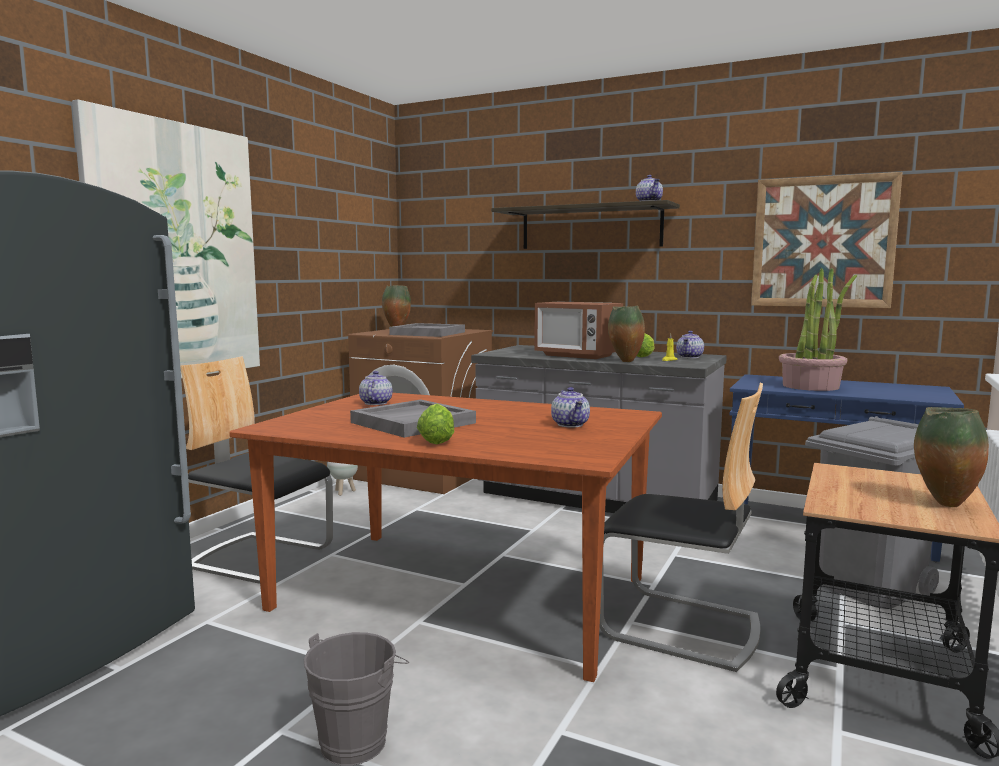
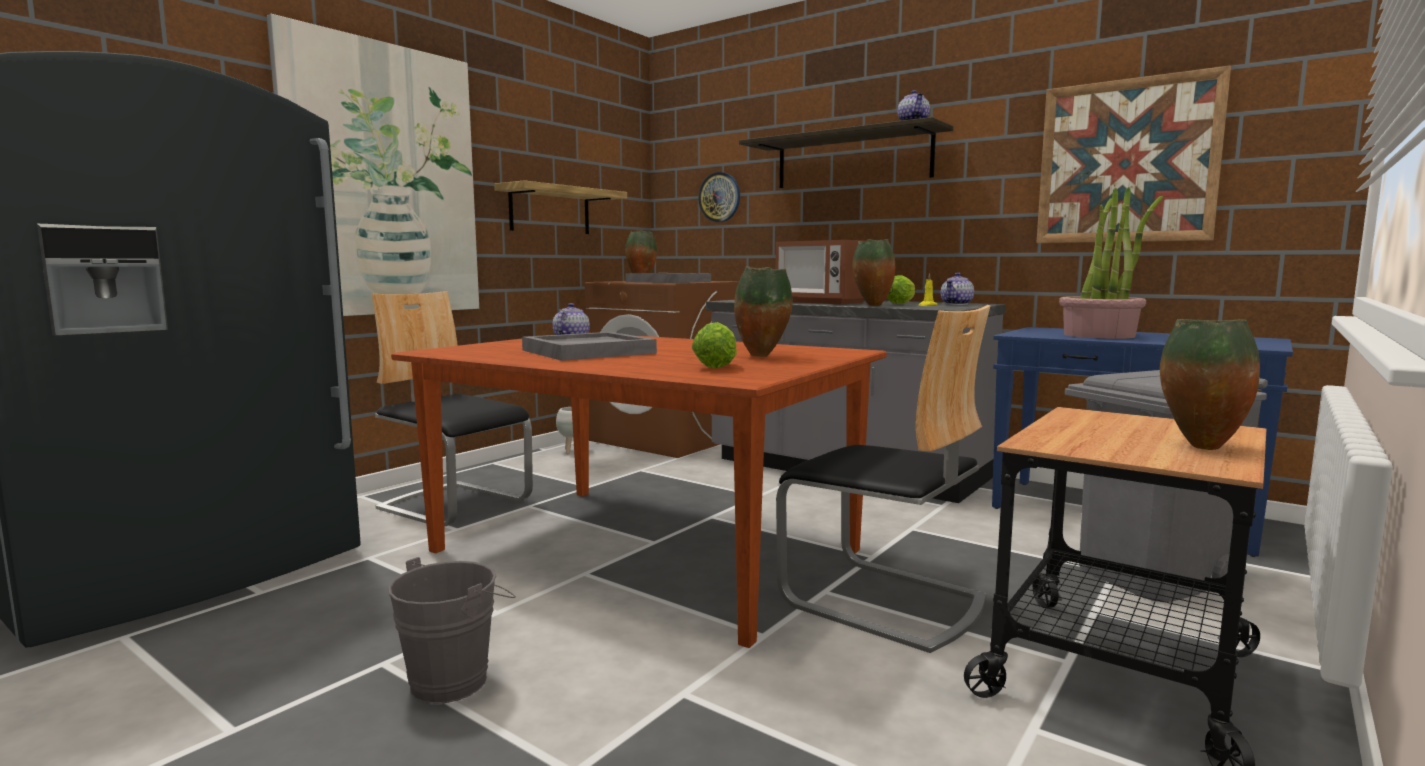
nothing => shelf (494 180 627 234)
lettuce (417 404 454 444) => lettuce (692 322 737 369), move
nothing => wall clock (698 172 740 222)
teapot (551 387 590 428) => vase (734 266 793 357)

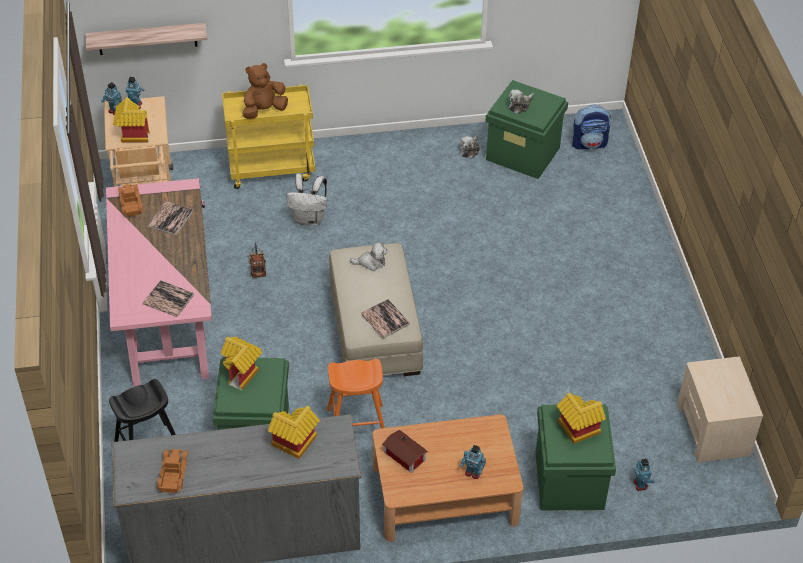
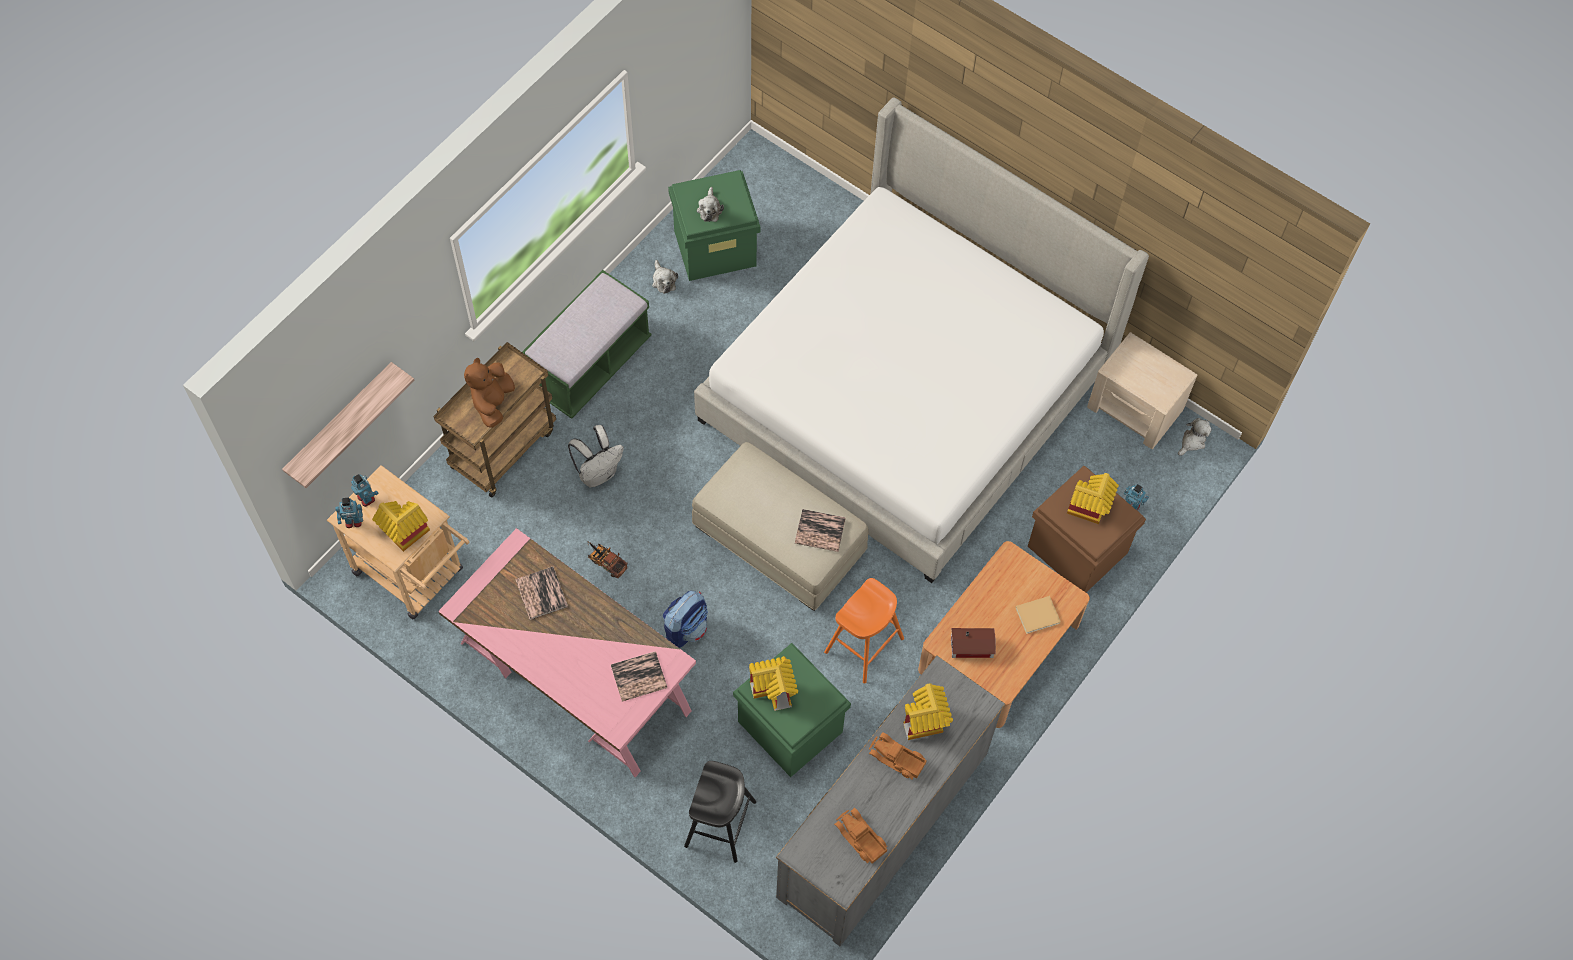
cart (yellow) (222 84 315 189) => cart (brown) (433 342 556 497)
nothing => bench (green) (522 270 651 419)
backpack (572 105 611 149) => backpack (663 591 708 648), move
nothing => bed (694 97 1149 583)
toy truck (118 184 143 217) => toy truck (869 732 927 780), move
toy robot (460 445 486 479) => book (beige) (1015 596 1061 634)
storage box (green) (535 404 616 510) => storage box (brown) (1028 466 1146 592)
plush toy (350 242 388 271) => plush toy (1178 418 1211 456), move

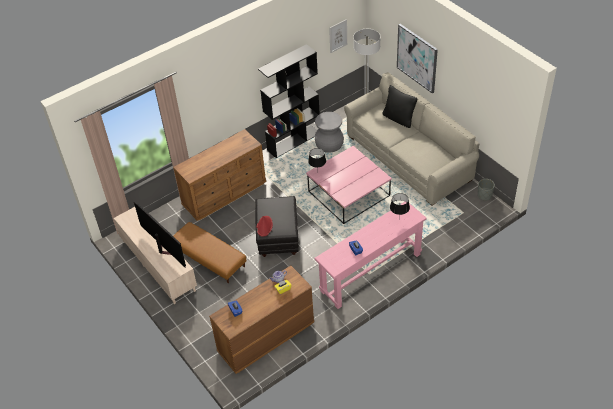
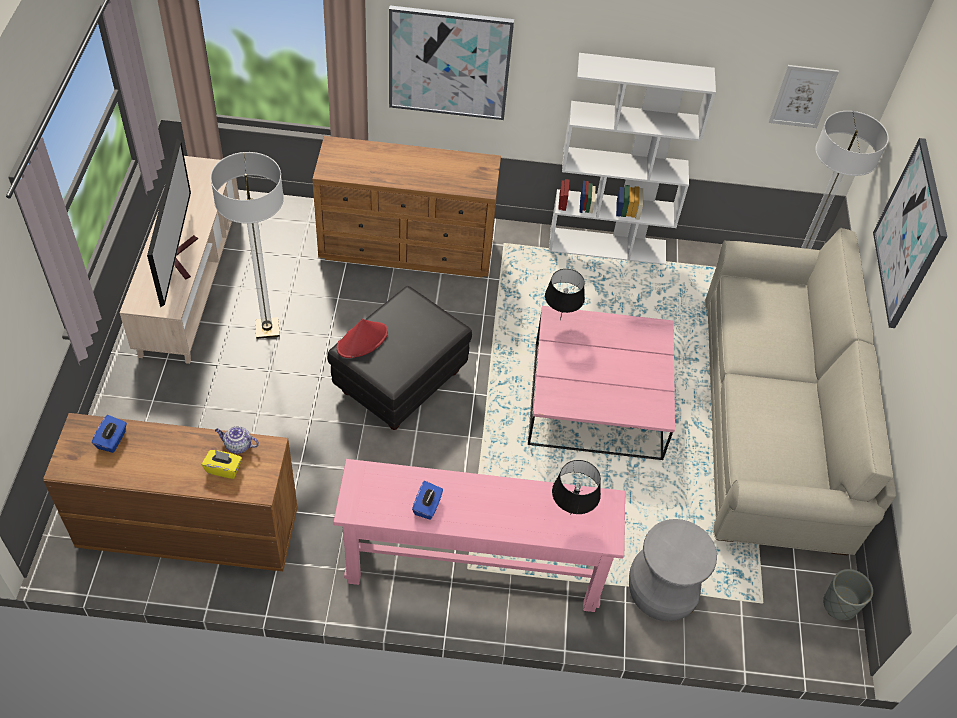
ottoman (brown) (173 222 247 283) => floor lamp (210 152 284 339)
nothing => picture (389 5 514 120)
bookcase (black) (258 44 320 158) => bookcase (white) (549 53 716 265)
stool (grey) (315 112 344 153) => stool (grey) (629 519 717 621), move
pillow (black) (382 85 418 128) => nothing

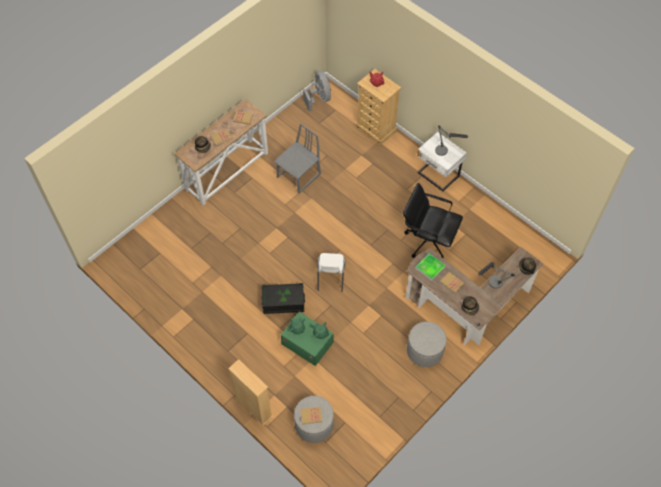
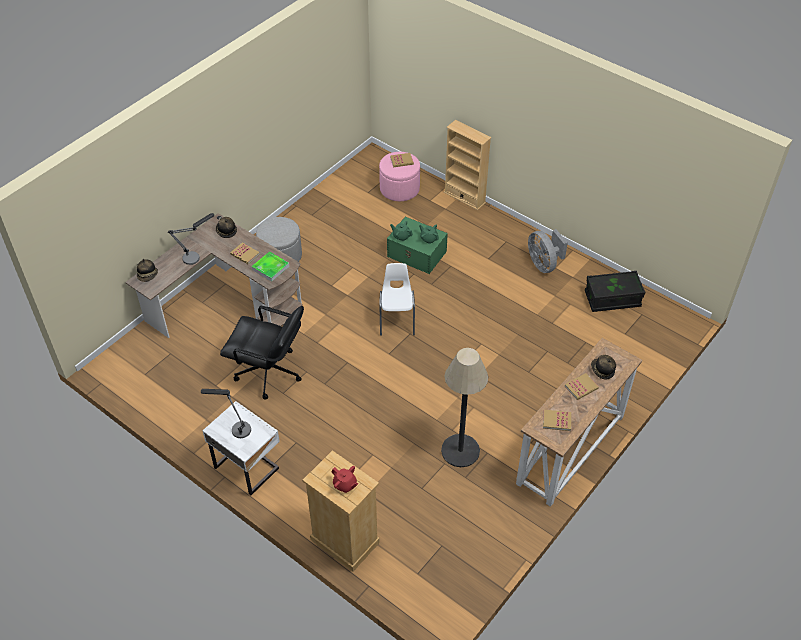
ottoman (grey) (294 396 334 443) => ottoman (pink) (379 152 420 201)
chair (grey) (274 123 321 194) => floor lamp (441 348 488 467)
fan (grey) (303 71 331 112) => fan (grey) (528 229 568 273), move
storage box (black) (262 283 305 314) => storage box (black) (585 271 645 312), move

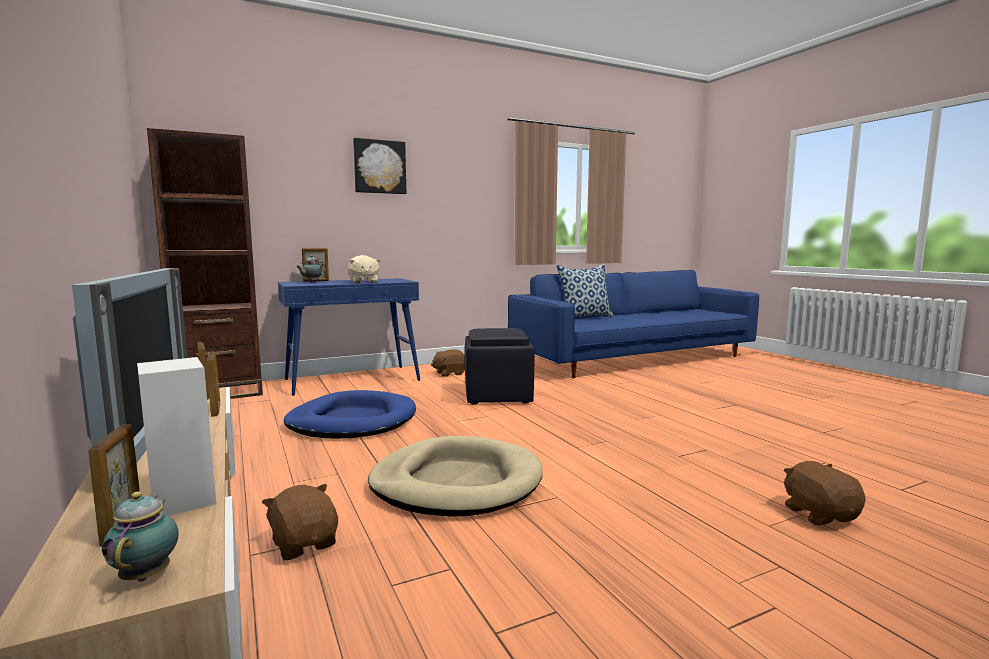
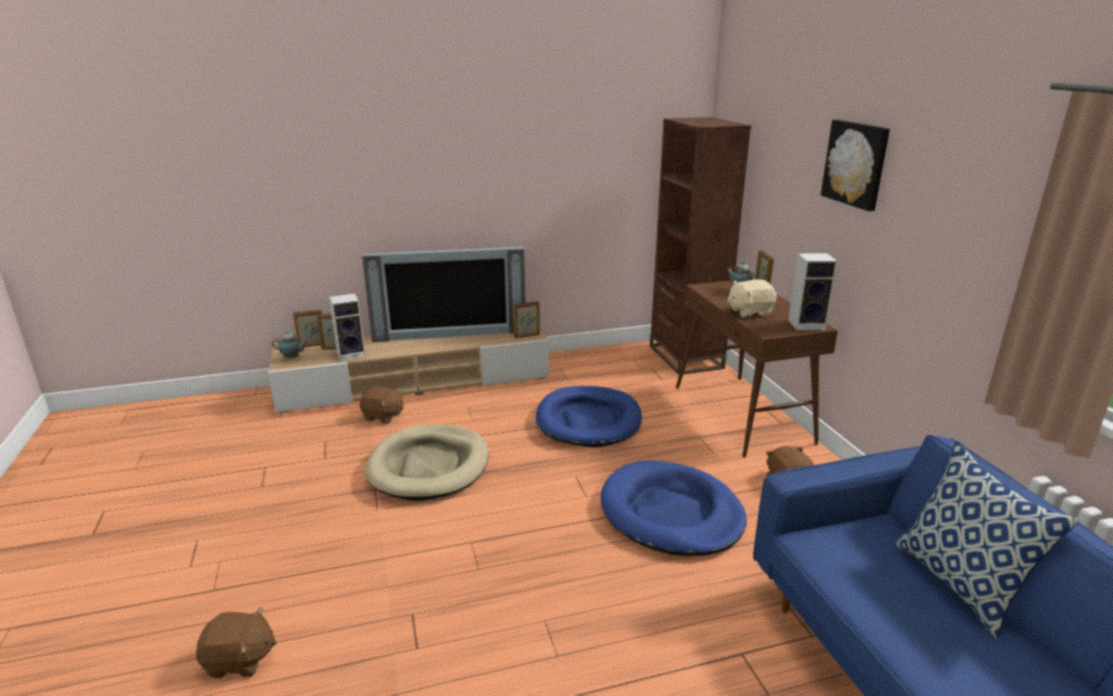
picture frame (206 352 220 417) => picture frame (293 310 323 347), move
plush toy (brown) (262 484 338 560) => plush toy (brown) (359 386 404 424), 45 degrees clockwise
ottoman (black) (465 328 535 405) => dog bed (blue) (601 461 747 556)
console table (blue) (278 278 420 396) => console table (brown) (676 281 838 458)
nothing => speaker (788 253 838 330)

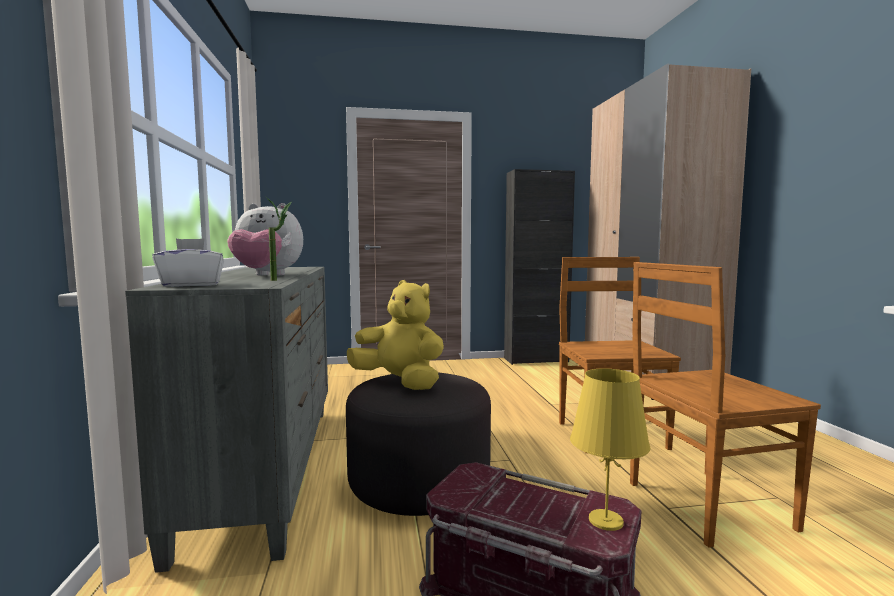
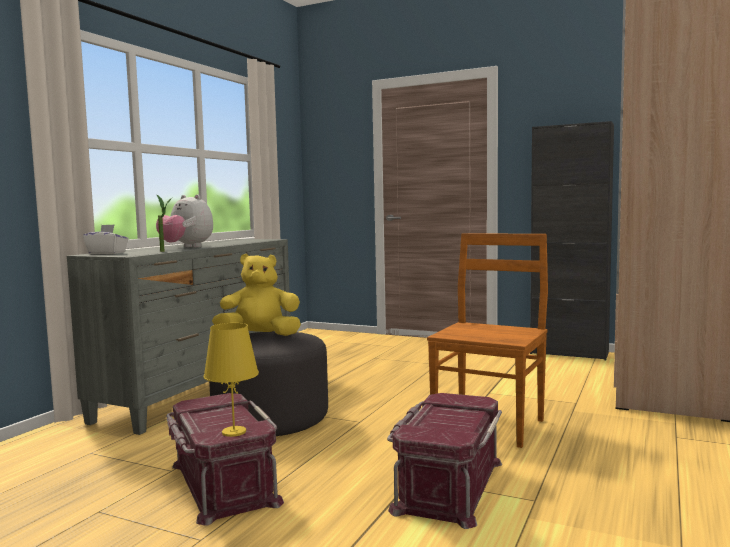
plush toy (yellow) (347 280 444 390) => plush toy (yellow) (212 254 301 336), 75 degrees counterclockwise
chair (brown) (630 262 821 548) => storage box (red) (387 393 502 529)

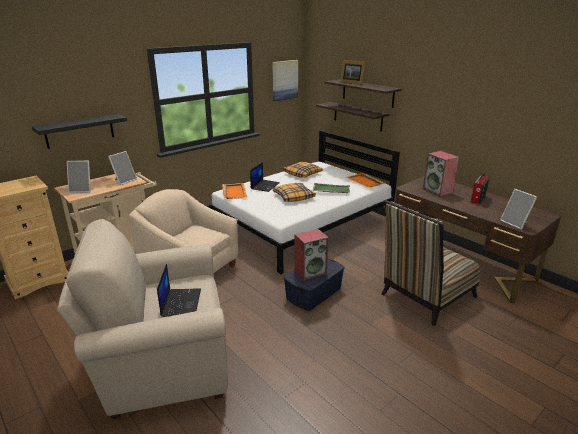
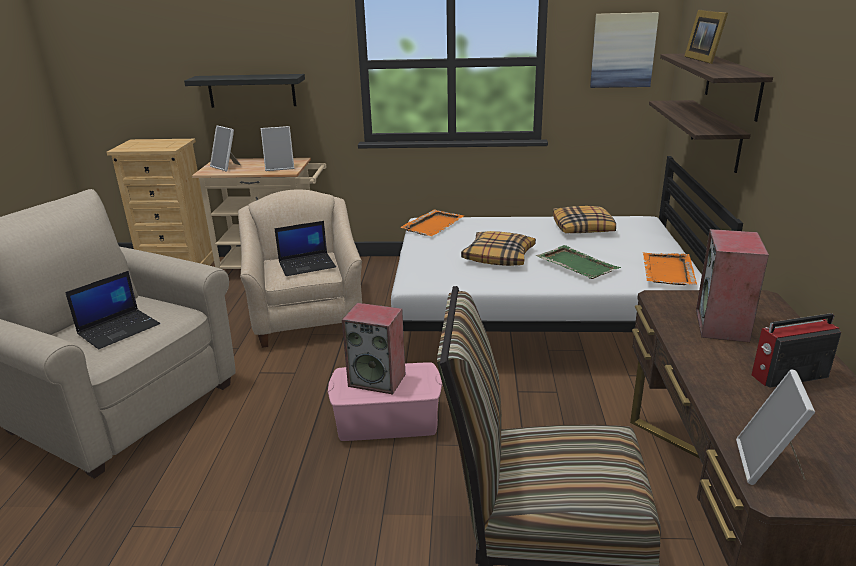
laptop (250 162 280 192) => laptop (274 221 336 276), move
storage box (blue) (284 258 345 311) => storage box (pink) (328 362 442 441)

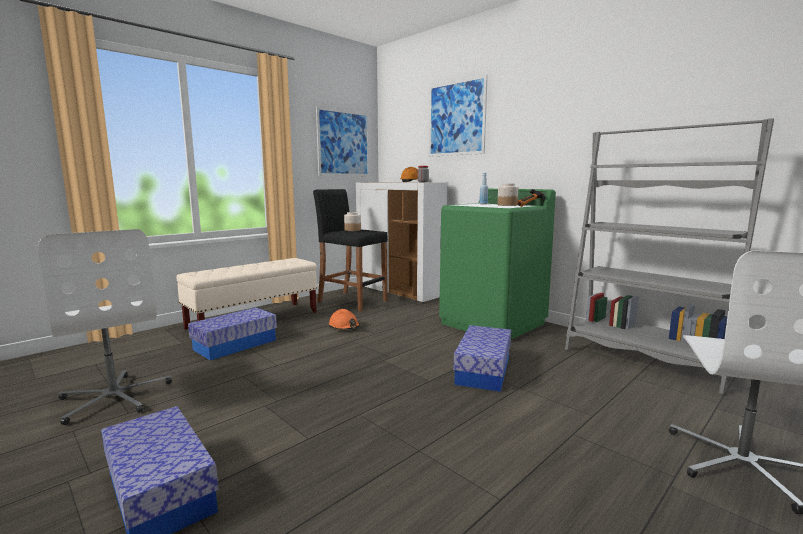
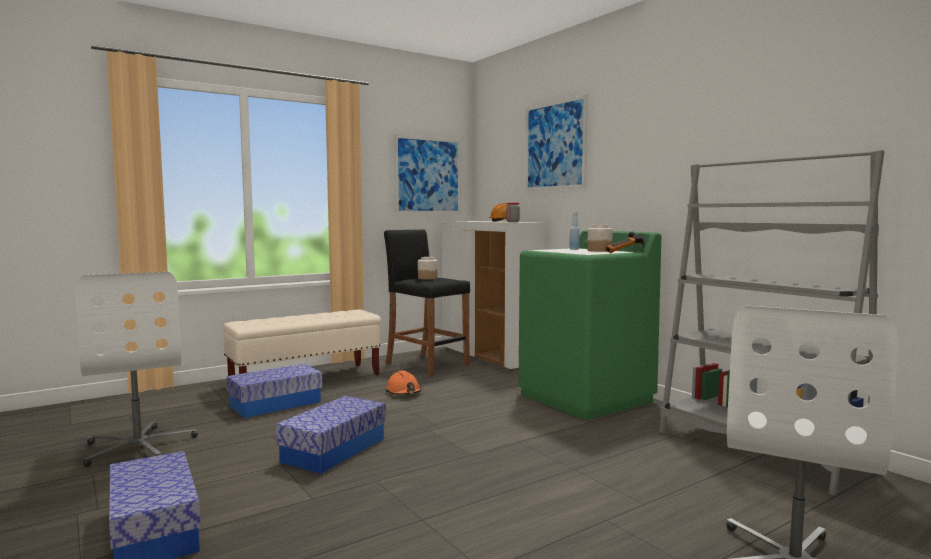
storage box (453 325 511 392) => storage box (276 396 386 474), move

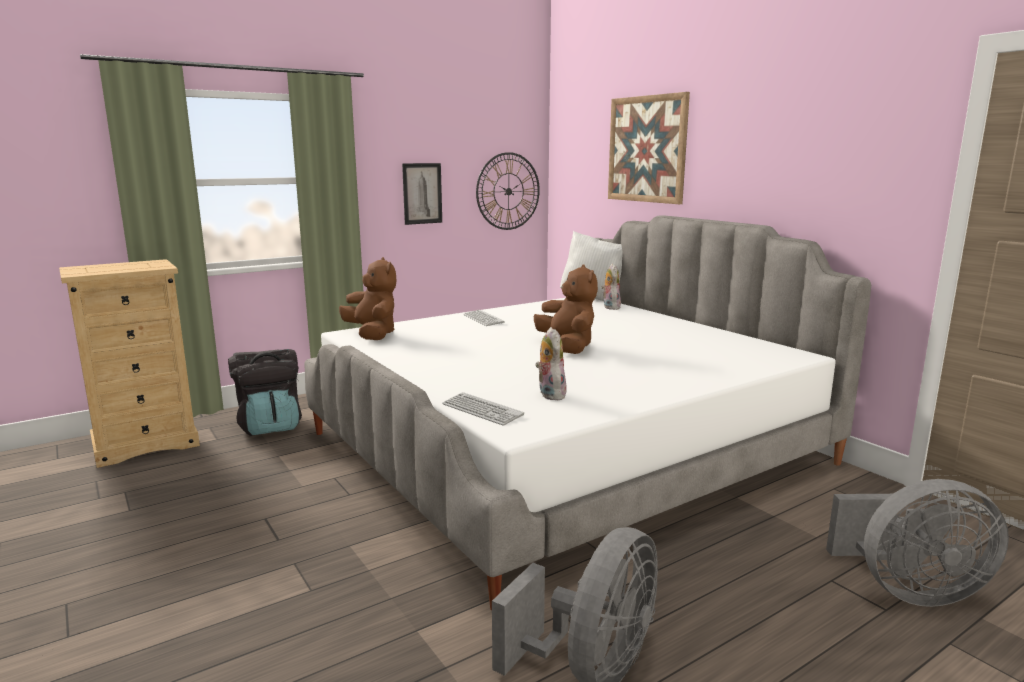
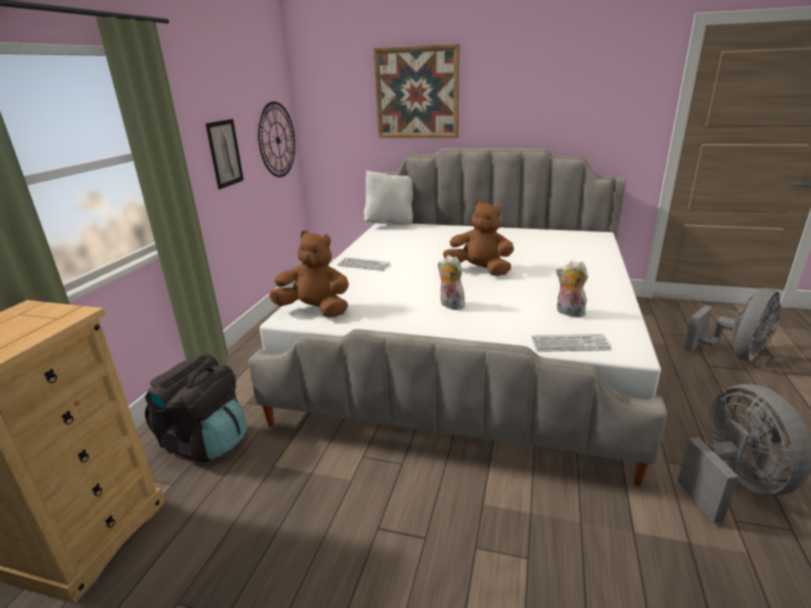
plush toy (601 264 621 310) => plush toy (438 255 466 310), move

